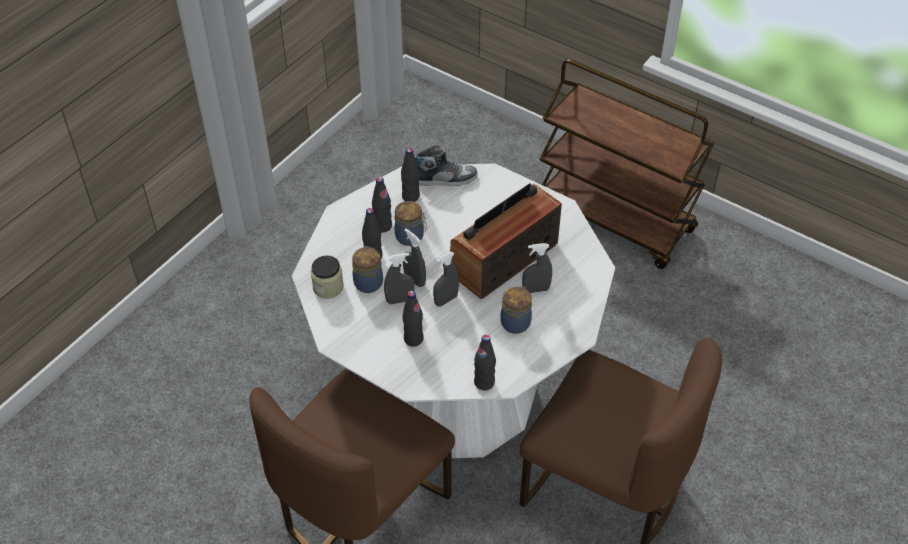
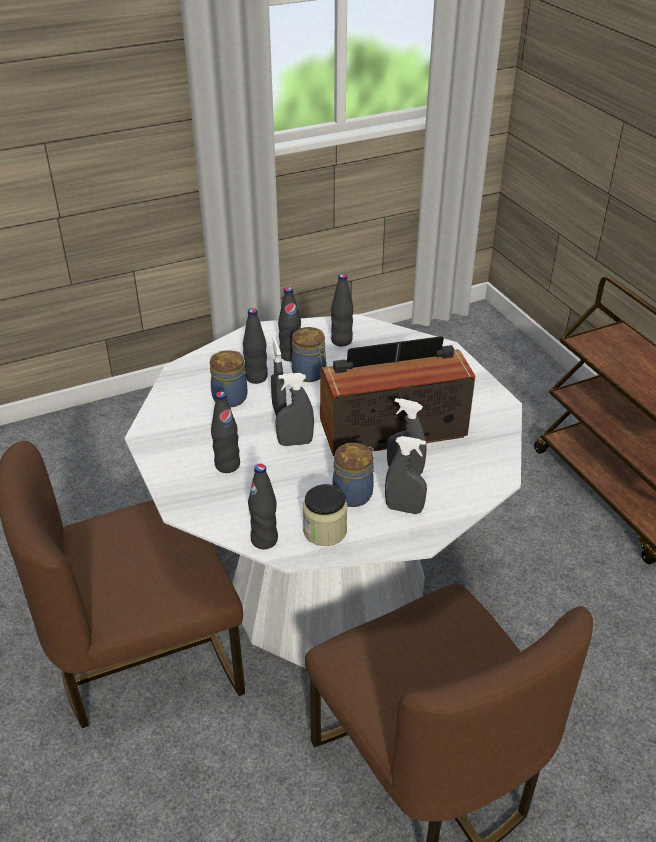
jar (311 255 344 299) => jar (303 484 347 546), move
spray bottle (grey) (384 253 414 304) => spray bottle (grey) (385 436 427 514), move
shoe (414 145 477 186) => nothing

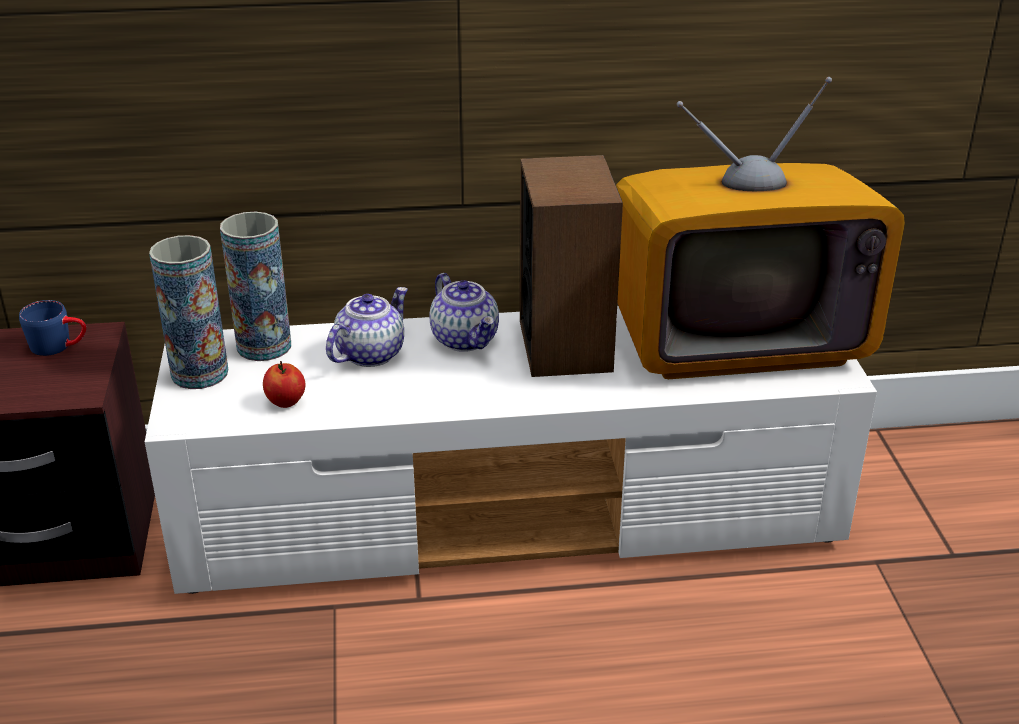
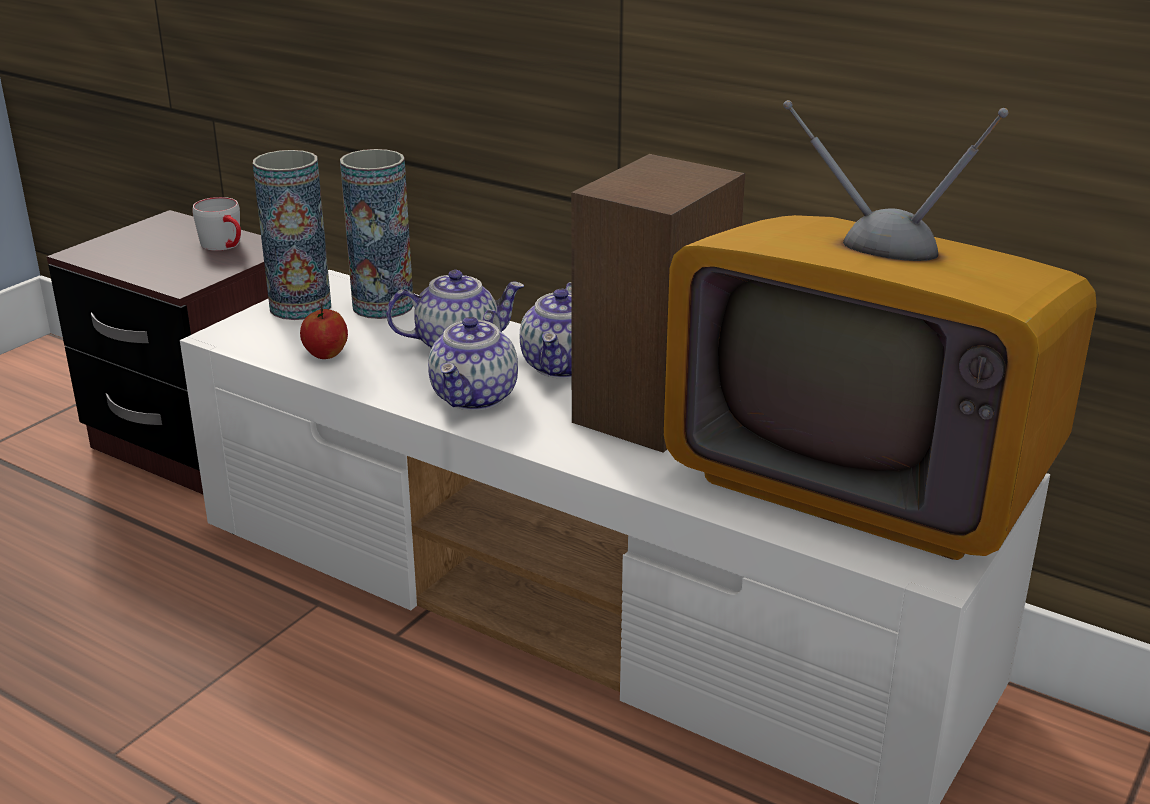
mug (blue) (19 300 86 356) => mug (grey) (192 197 241 251)
nothing => teapot (428 309 518 411)

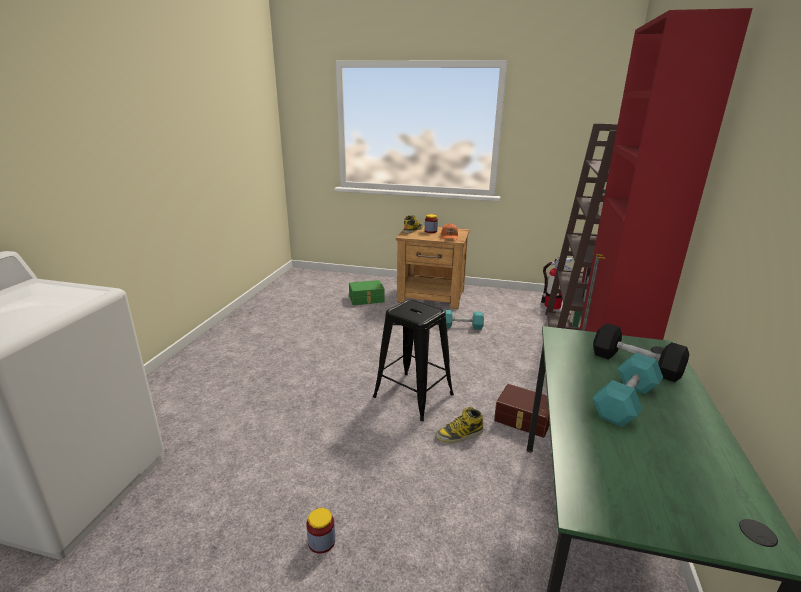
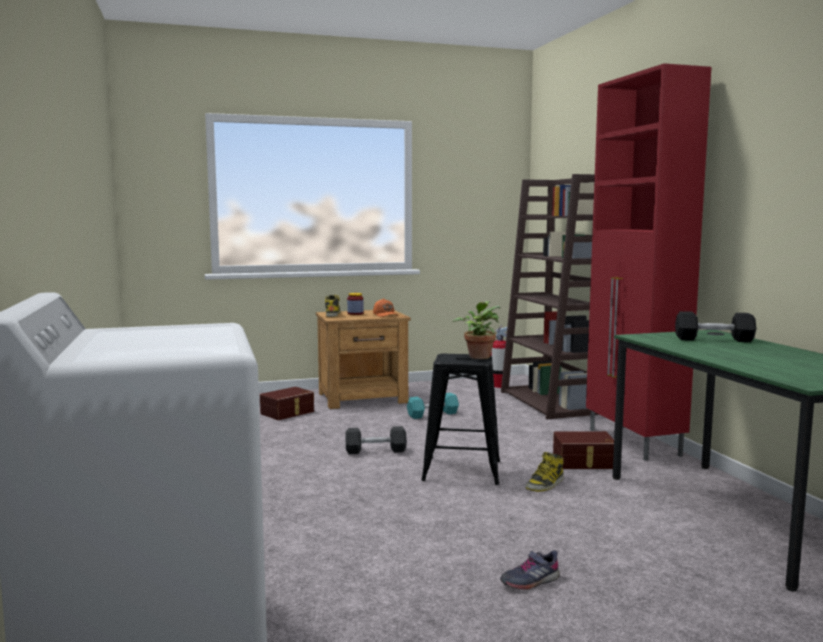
storage box (green) (349 280 384 305) => storage box (brown) (260 387 314 420)
nothing => dumbbell (grey) (346 426 407 454)
nothing => potted plant (453 301 501 359)
jar (306 508 335 554) => shoe (grey) (500 550 560 590)
dumbbell (turquoise) (593 353 663 427) => nothing

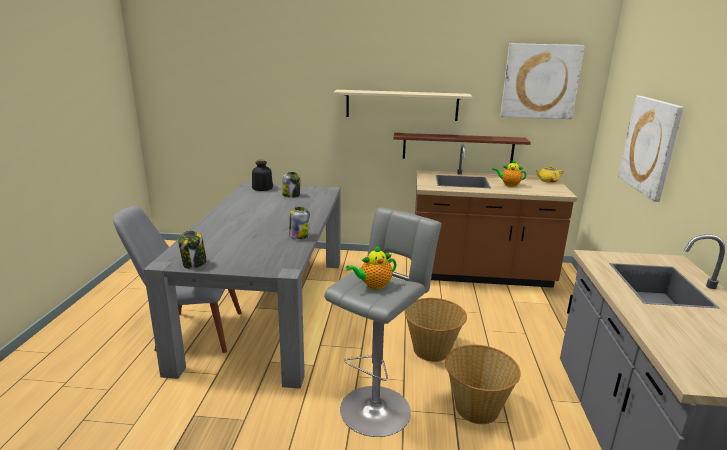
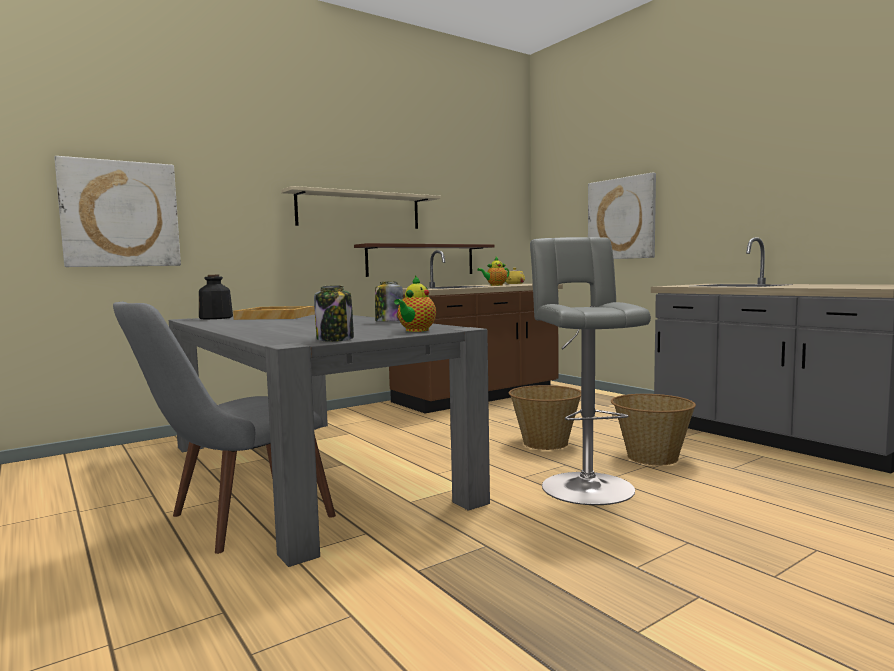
picture (501 43 585 119) => picture (54 156 181 267), move
jar (282 172 300 198) => tray (beige) (233 306 315 320)
teapot (346 245 397 290) => teapot (394 276 436 332), move

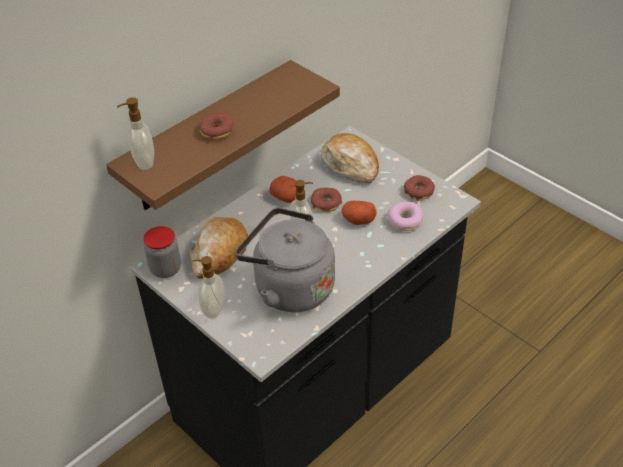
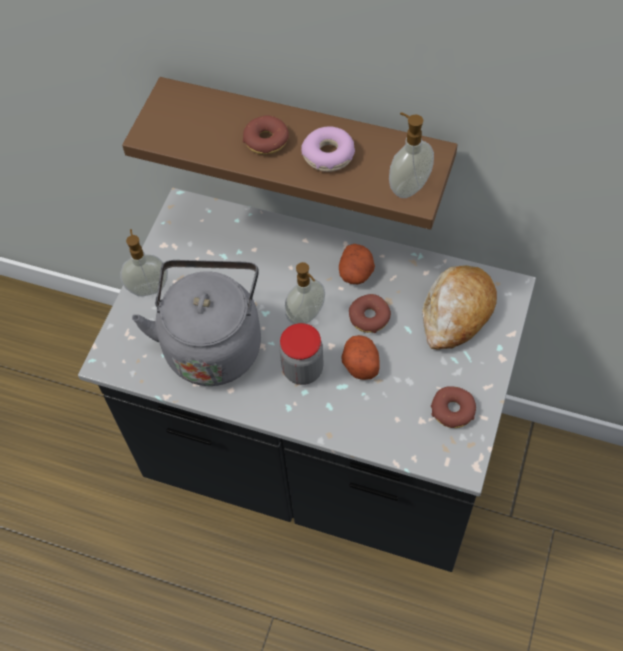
jar (143 226 181 278) => jar (279 323 324 385), move
donut (387 202 423 231) => donut (301 126 355 172), move
soap dispenser (117 97 154 170) => soap dispenser (389 112 434 198), move
bread (190 217 248 279) => nothing

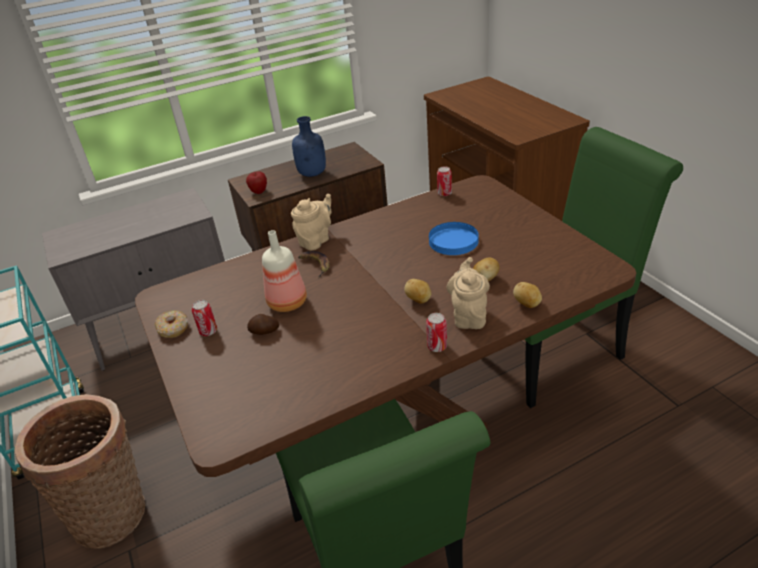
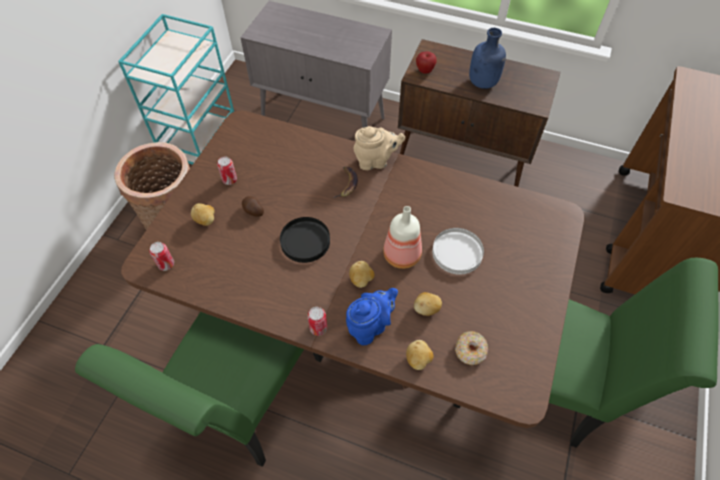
can (437 166 452 196) => can (149 242 174 271), move
nothing => potato (191 203 215 226)
nothing => plate (black) (280 217 330 263)
teapot (beige) (447 257 490 329) => teapot (blue) (346 288 398 345)
bottle (262 230 307 312) => bottle (383 206 422 269), move
plate (blue) (429 222 479 255) => plate (white) (432 228 484 275)
donut (155 310 188 338) => donut (455 331 488 365), move

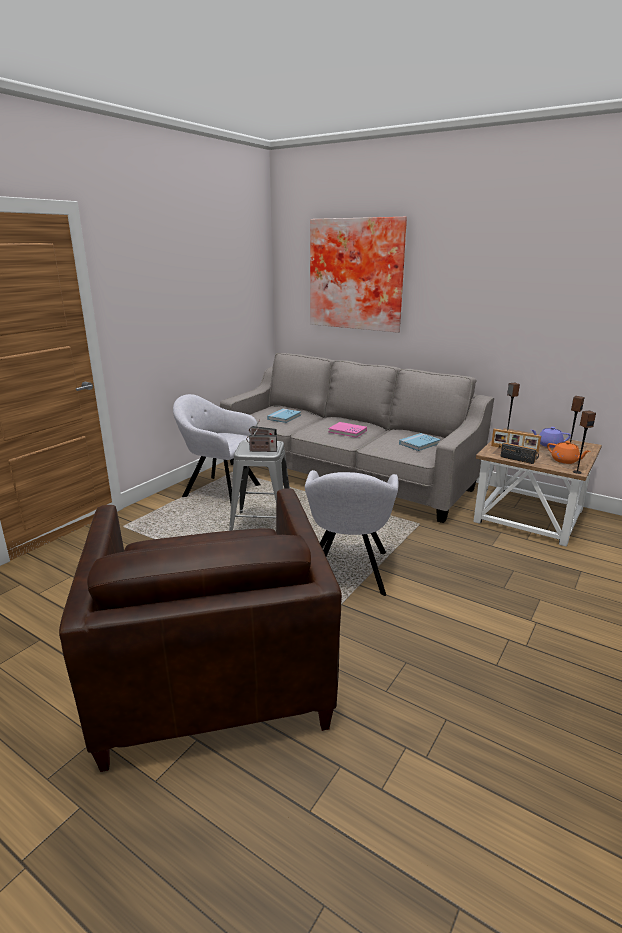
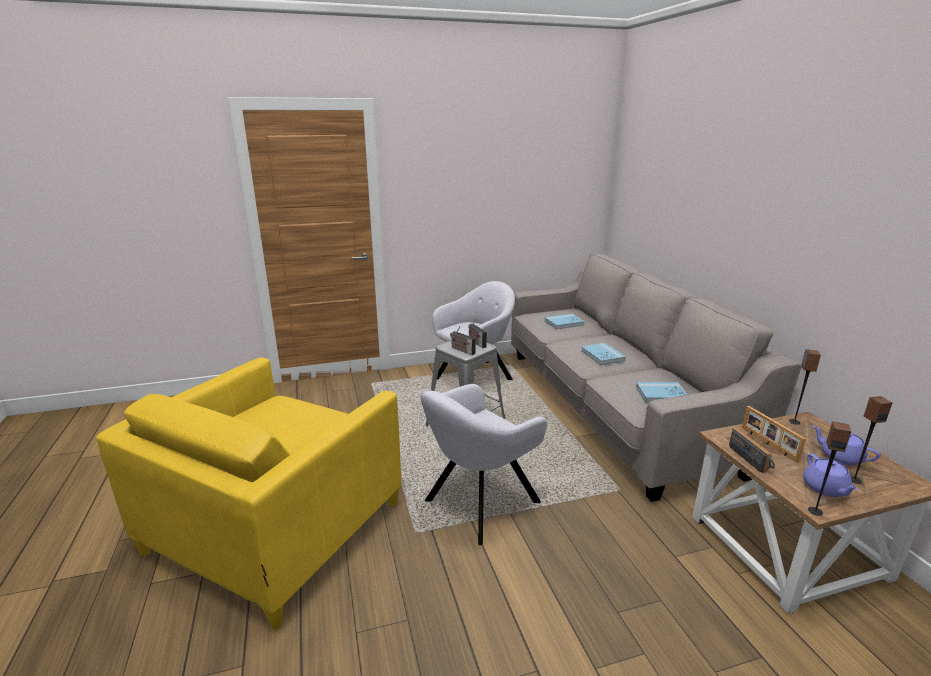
armchair (brown) (59 488 342 772) => armchair (yellow) (96 358 402 630)
armchair (grey) (173 394 261 503) => armchair (grey) (432 281 515 380), 75 degrees clockwise
book (pink) (328 422 367 438) => book (blue) (581 343 626 365)
teapot (orange) (547 441 591 464) => teapot (purple) (803 453 858 497)
picture (310 217 407 333) => nothing

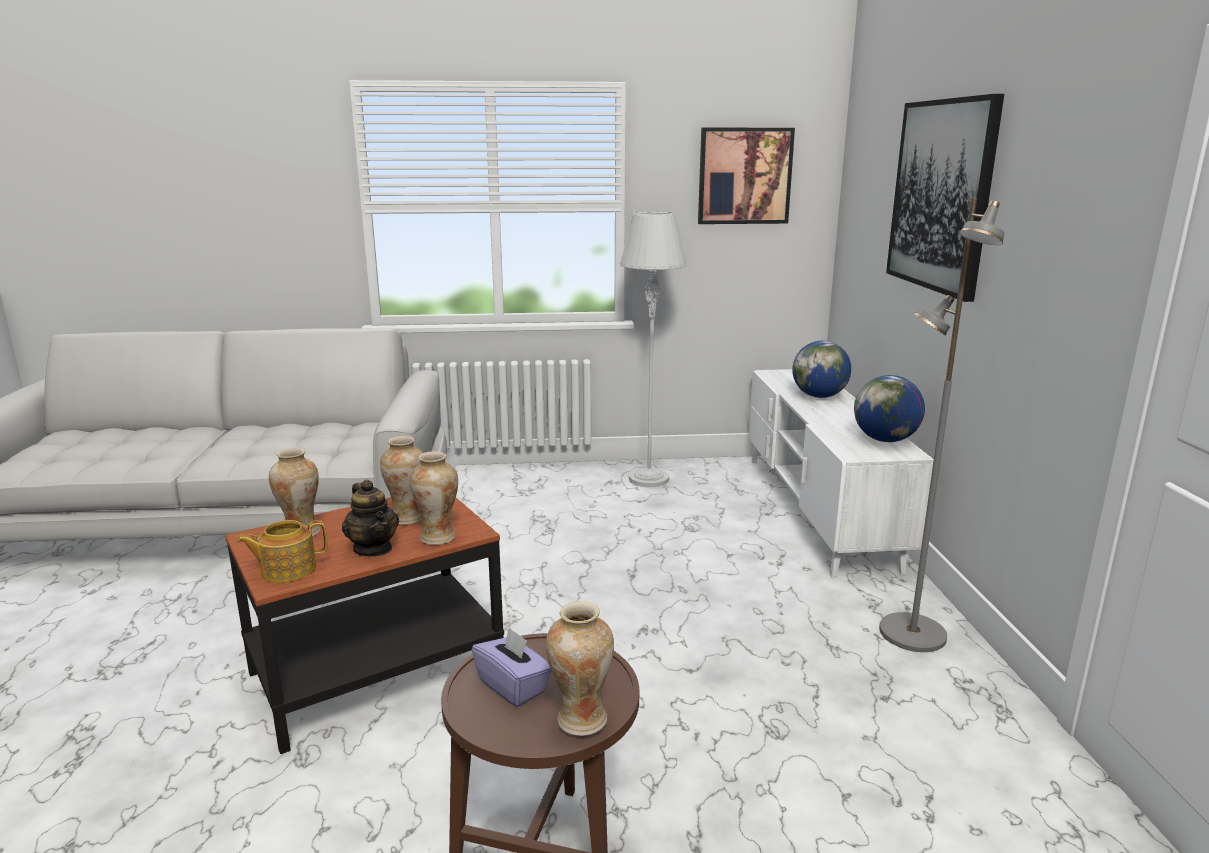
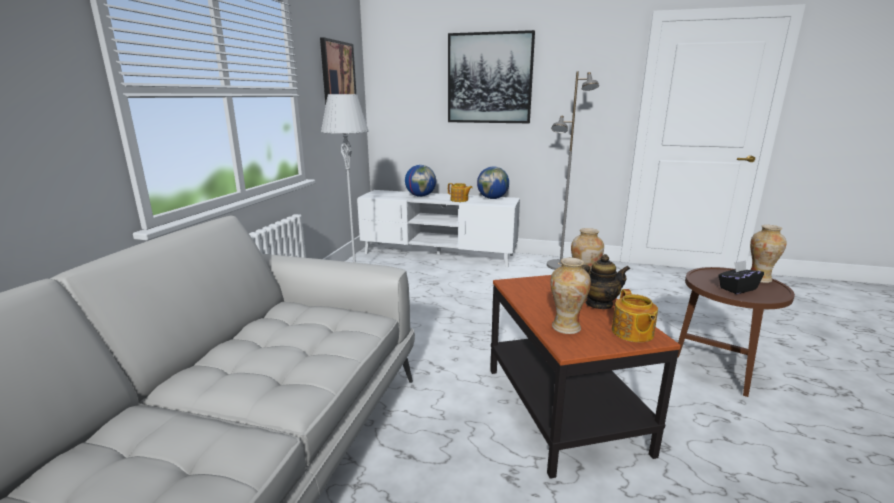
nothing => teapot (448 183 473 202)
tissue box (purple) (472 627 552 707) => tissue box (black) (718 260 764 294)
vase (380 436 423 525) => nothing

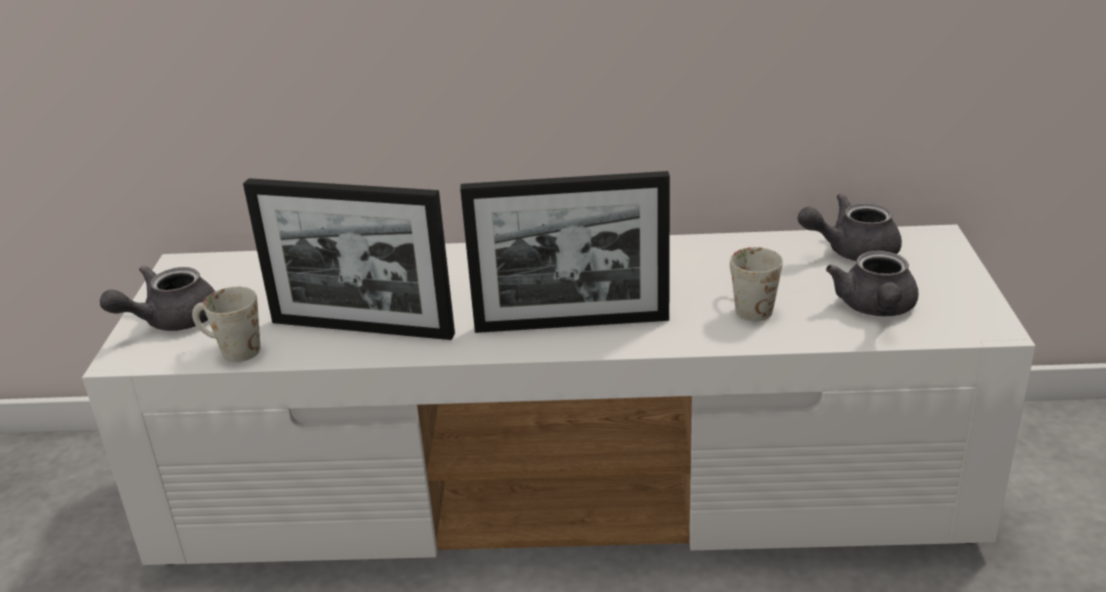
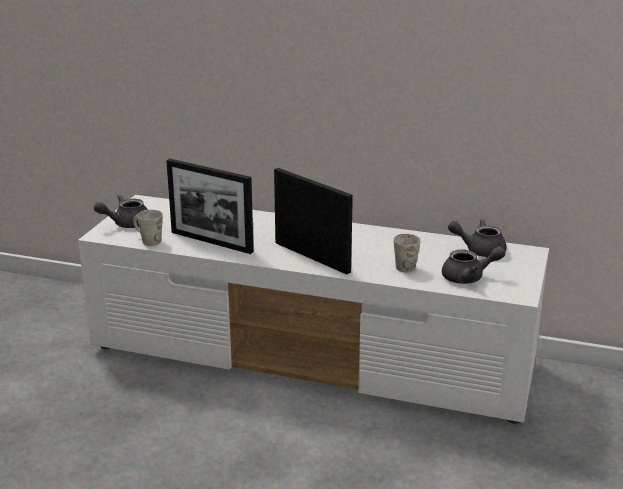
picture frame (460 171 670 333) => picture frame (274 168 353 275), 150 degrees counterclockwise
teapot (grey) (826 251 919 316) => teapot (grey) (442 246 506 284), 120 degrees counterclockwise

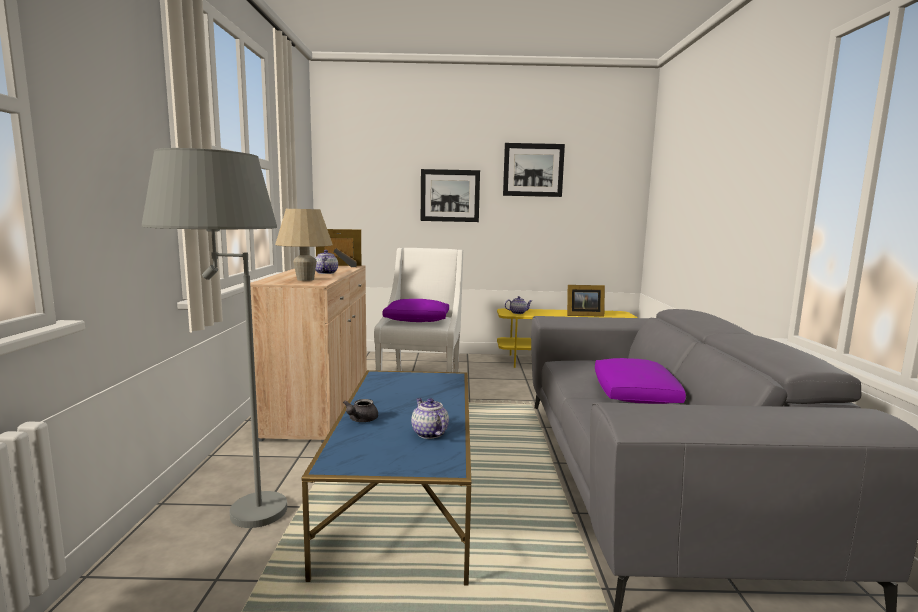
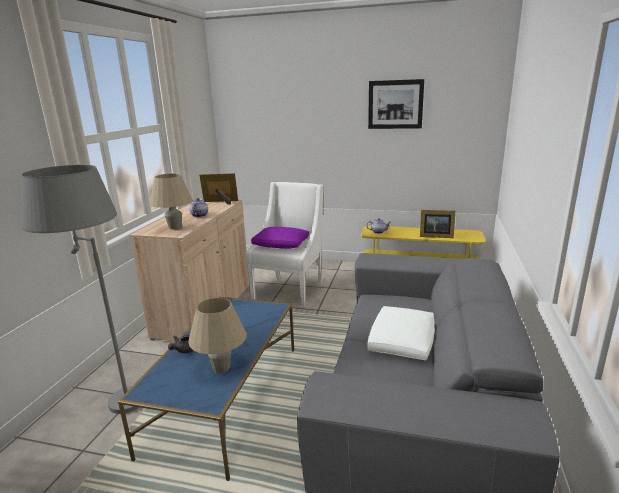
teapot (411 398 449 439) => table lamp (beige) (188 297 247 373)
pillow (purple) (595 358 686 404) => pillow (white) (367 306 435 360)
picture (421 169 480 222) => nothing

